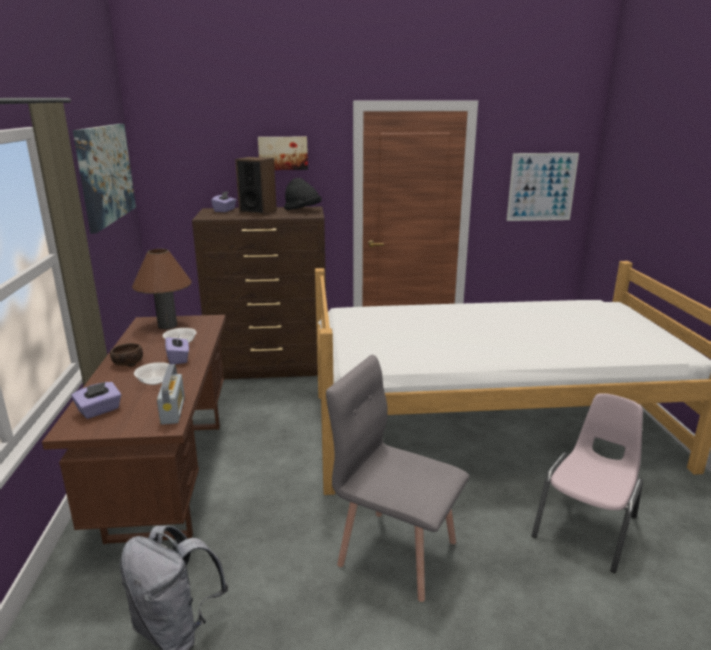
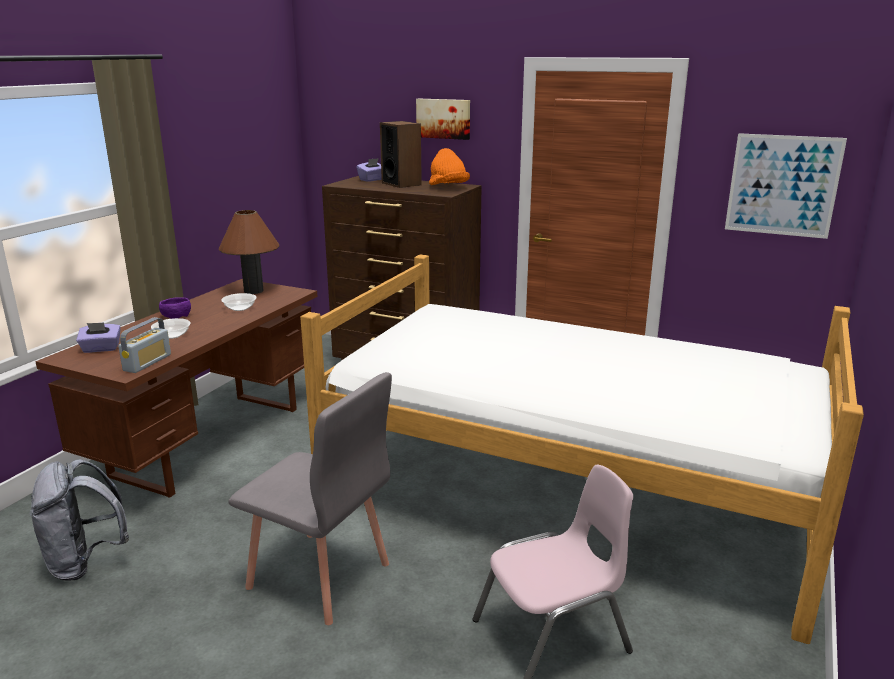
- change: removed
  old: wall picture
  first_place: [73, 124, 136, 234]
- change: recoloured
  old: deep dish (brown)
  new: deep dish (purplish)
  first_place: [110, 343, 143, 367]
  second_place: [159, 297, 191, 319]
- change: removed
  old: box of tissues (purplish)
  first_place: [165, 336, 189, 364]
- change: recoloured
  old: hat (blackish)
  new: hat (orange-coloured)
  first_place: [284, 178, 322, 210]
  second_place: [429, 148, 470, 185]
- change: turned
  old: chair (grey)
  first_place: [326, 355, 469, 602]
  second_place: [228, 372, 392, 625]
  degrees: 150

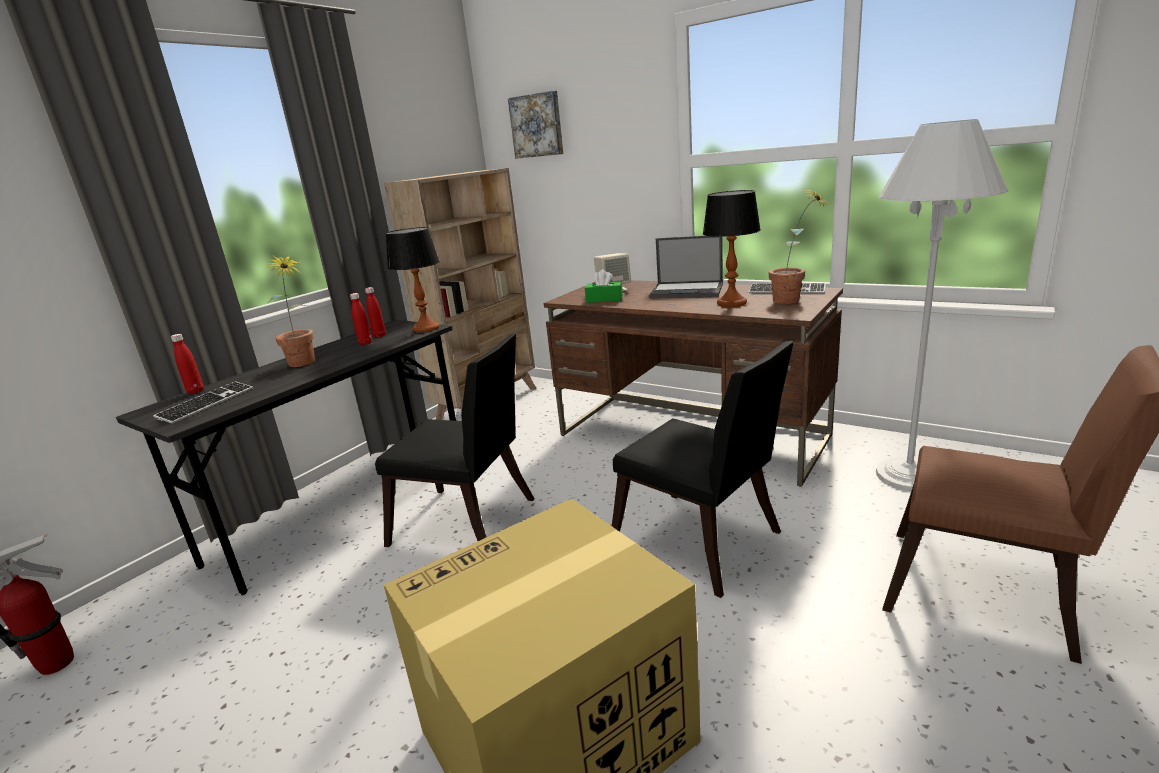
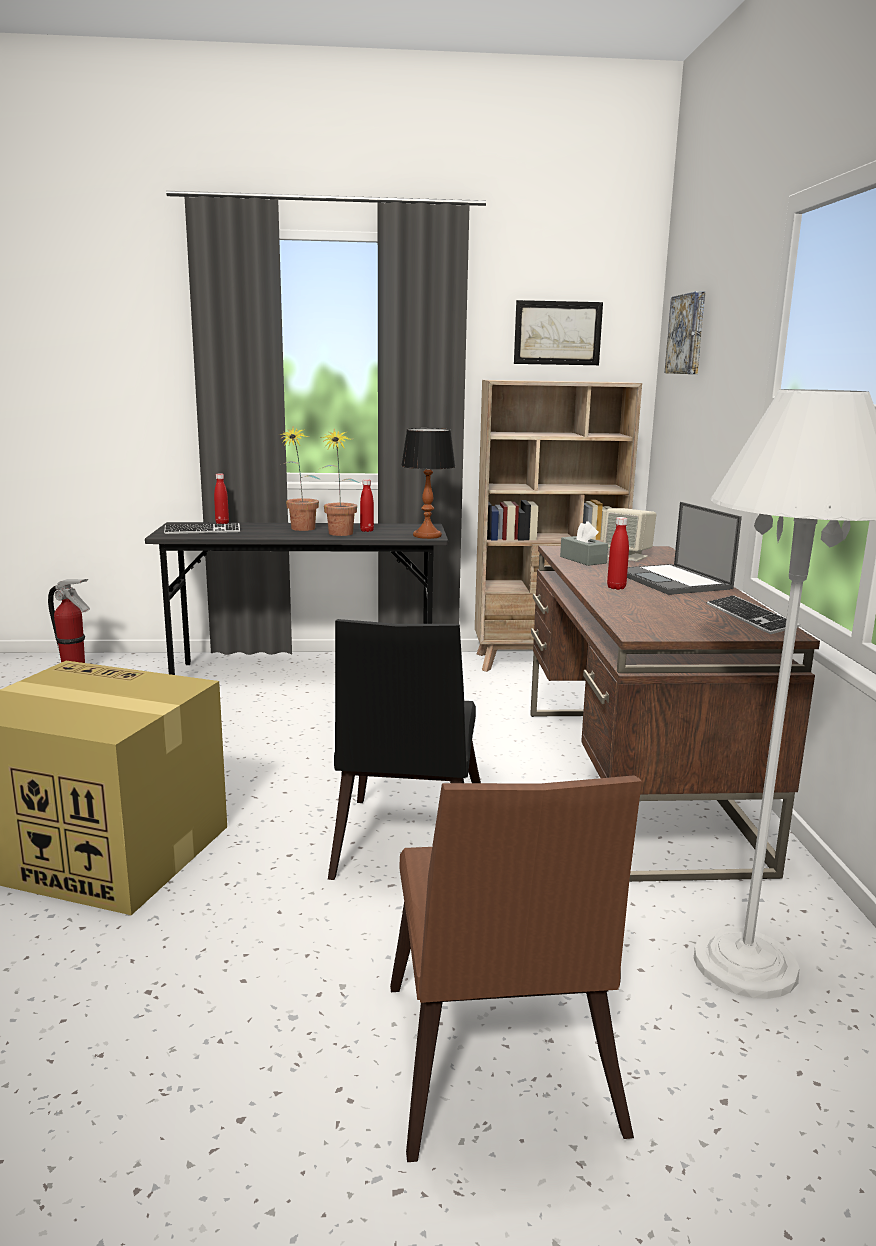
- change: moved
  old: beverage bottle (red-coloured)
  first_place: [365, 287, 386, 337]
  second_place: [607, 517, 629, 590]
- change: removed
  old: chair (blackish)
  first_place: [375, 334, 535, 547]
- change: recoloured
  old: box of tissues (green)
  new: box of tissues (grey)
  first_place: [585, 269, 623, 303]
  second_place: [560, 521, 608, 566]
- change: removed
  old: table lamp
  first_place: [703, 190, 761, 307]
- change: moved
  old: plant in a pot
  first_place: [769, 189, 828, 304]
  second_place: [321, 429, 360, 536]
- change: added
  new: wall picture
  second_place: [514, 300, 603, 365]

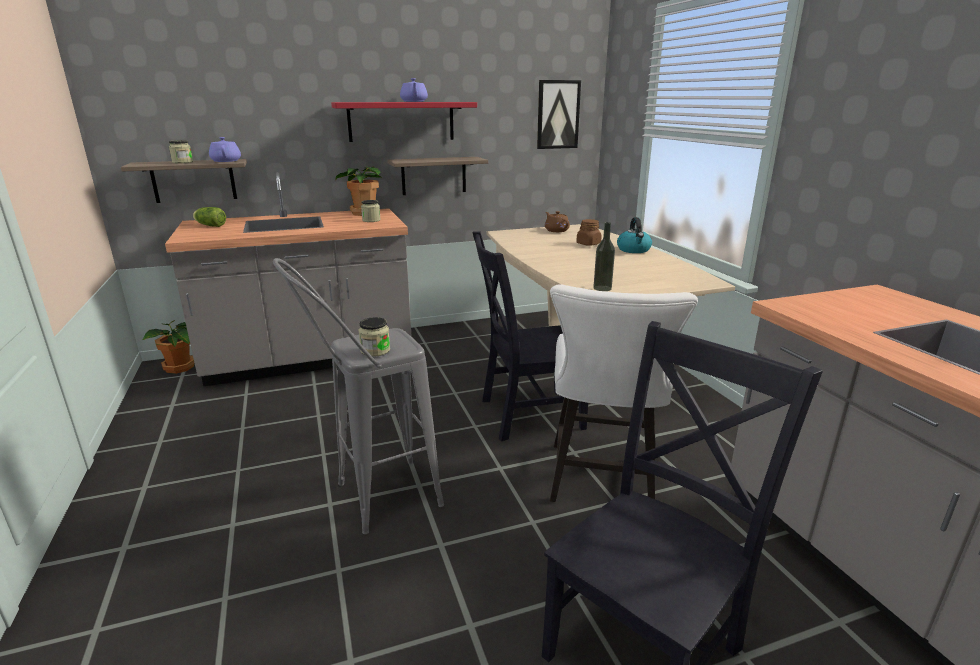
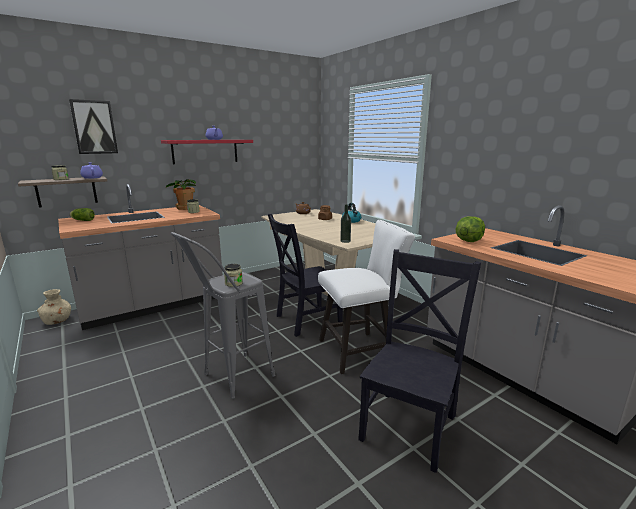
- change: replaced
  old: plant in a pot
  new: vase (beige-coloured)
  first_place: [143, 320, 195, 374]
  second_place: [37, 289, 71, 325]
- change: removed
  old: bracket shelf
  first_place: [387, 157, 488, 195]
- change: moved
  old: wall picture
  first_place: [537, 80, 581, 149]
  second_place: [69, 99, 118, 154]
- change: turned
  old: chair (white)
  first_place: [550, 284, 698, 502]
  second_place: [318, 220, 415, 374]
  degrees: -105
- change: added
  new: head of lettuce
  second_place: [456, 217, 485, 242]

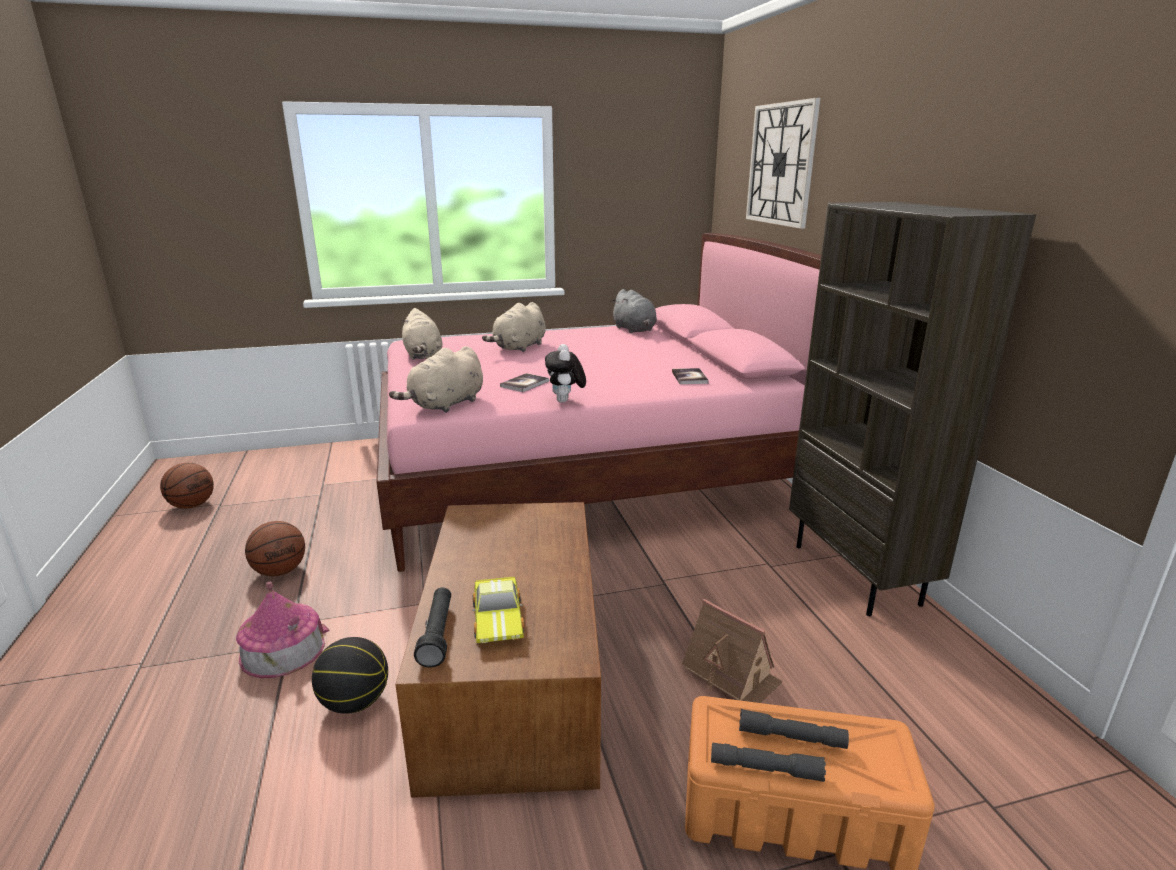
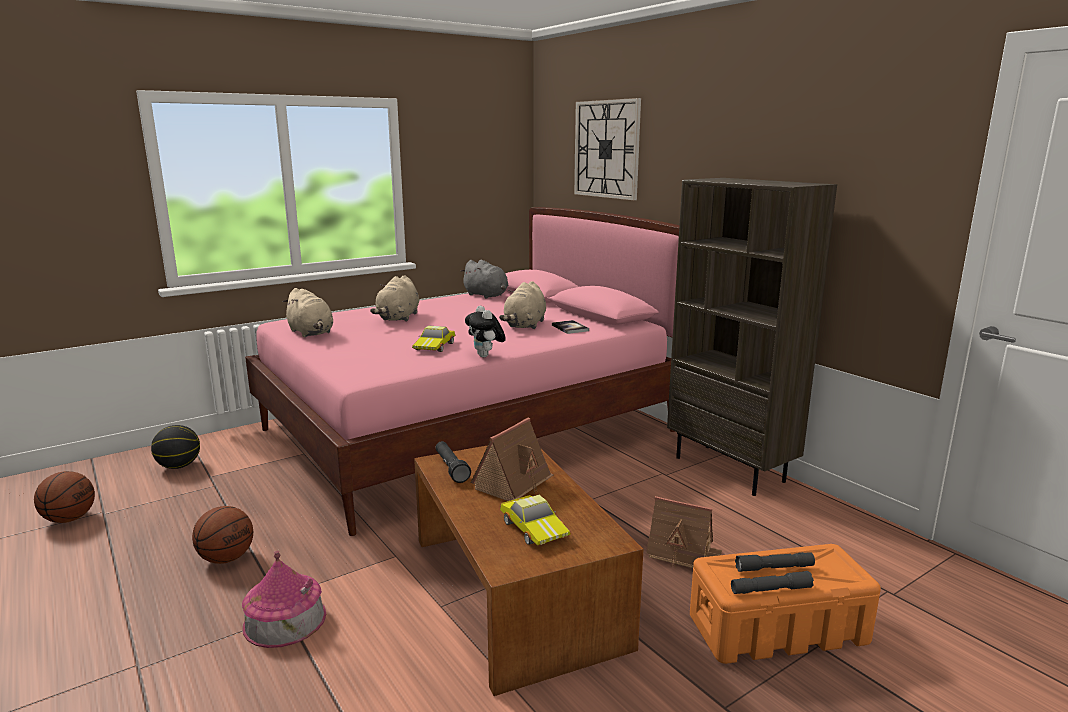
- change: moved
  old: basketball
  first_place: [312, 637, 388, 714]
  second_place: [151, 425, 200, 469]
- change: moved
  old: cuddly toy (beige-coloured)
  first_place: [389, 346, 483, 413]
  second_place: [499, 281, 546, 329]
- change: moved
  old: flashlight (blackish)
  first_place: [414, 588, 451, 668]
  second_place: [436, 441, 471, 483]
- change: replaced
  old: book
  new: model car
  first_place: [500, 373, 549, 392]
  second_place: [412, 326, 455, 352]
- change: added
  new: miniature house
  second_place: [470, 417, 554, 501]

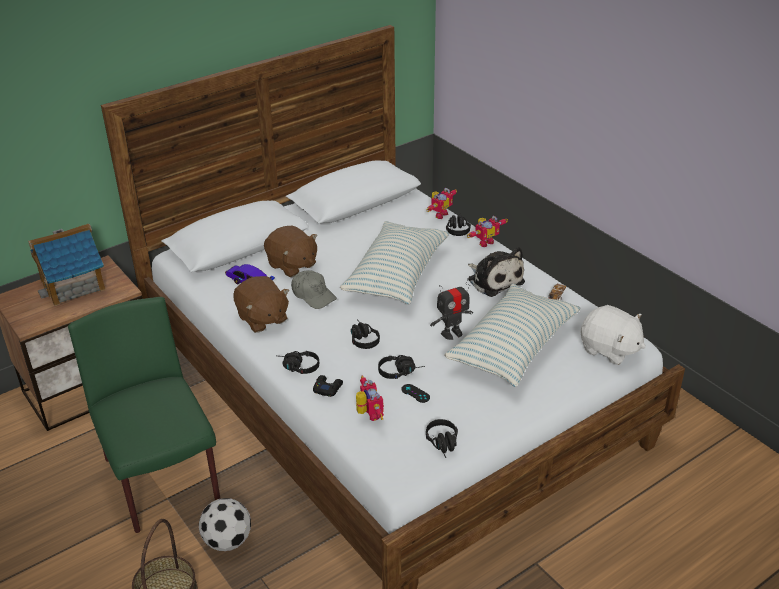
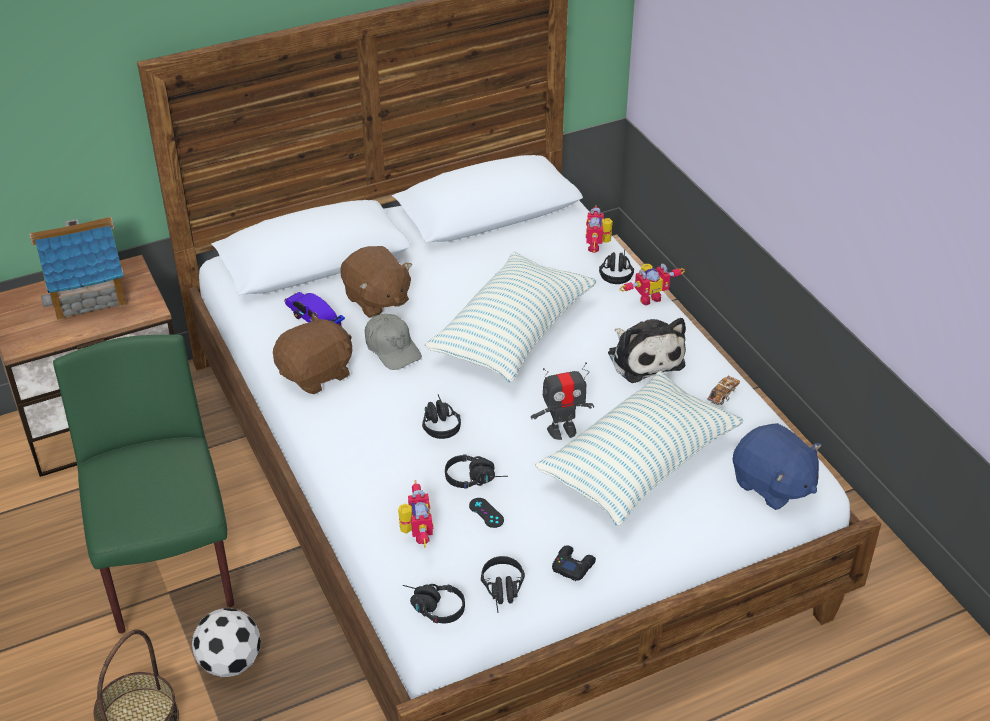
- change: turned
  old: cuddly toy (brown)
  first_place: [233, 276, 290, 333]
  second_place: [273, 313, 352, 394]
  degrees: -105
- change: moved
  old: pair of headphones (blackish)
  first_place: [280, 351, 319, 374]
  second_place: [403, 584, 465, 623]
- change: moved
  old: game controller (blackish)
  first_place: [313, 375, 343, 397]
  second_place: [552, 545, 596, 581]
- change: turned
  old: toy robot
  first_place: [427, 188, 457, 219]
  second_place: [586, 205, 613, 253]
  degrees: 135
- change: recoloured
  old: cuddly toy (white)
  new: cuddly toy (bluish)
  first_place: [581, 305, 645, 365]
  second_place: [733, 423, 821, 510]

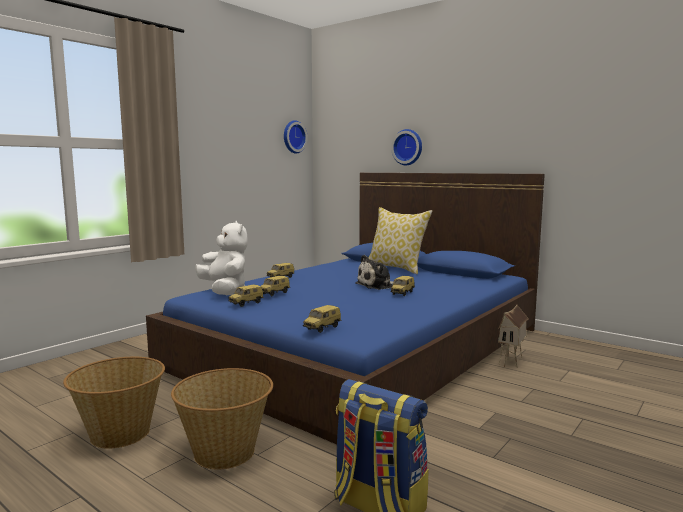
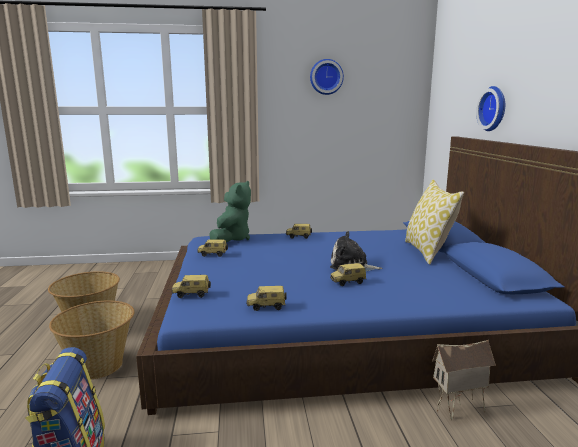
- change: recoloured
  old: cuddly toy (white)
  new: cuddly toy (green)
  first_place: [195, 221, 248, 295]
  second_place: [209, 181, 251, 243]
- change: moved
  old: model car
  first_place: [261, 276, 290, 296]
  second_place: [246, 286, 287, 311]
- change: moved
  old: hanging clock
  first_place: [284, 120, 308, 154]
  second_place: [310, 59, 344, 95]

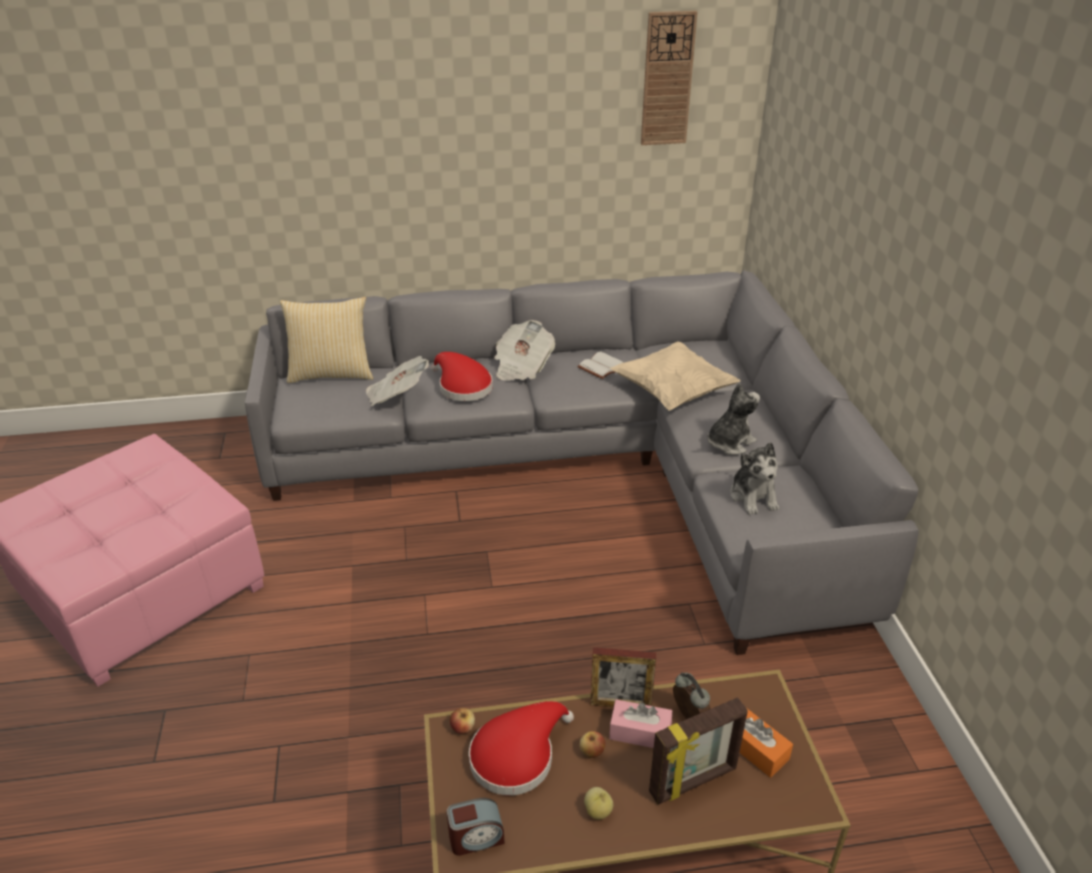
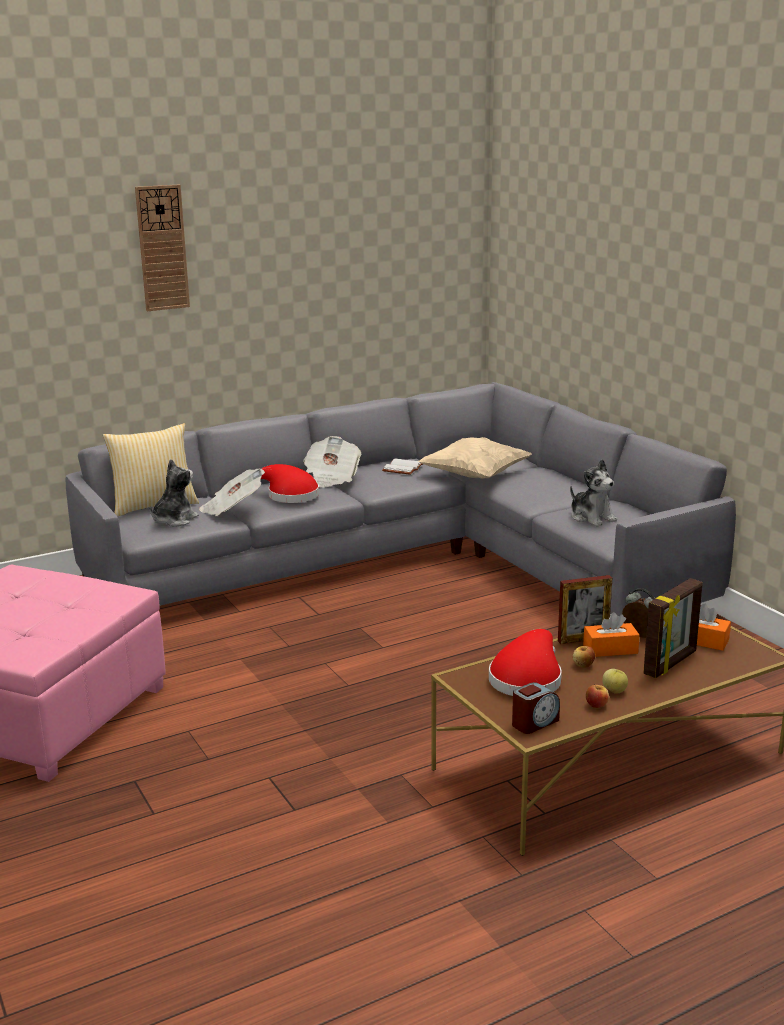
- change: moved
  old: whole apple
  first_place: [450, 708, 475, 734]
  second_place: [586, 684, 609, 708]
- change: recoloured
  old: box of tissues (pinkish)
  new: box of tissues (orange-coloured)
  first_place: [609, 699, 672, 748]
  second_place: [583, 612, 640, 657]
- change: moved
  old: hanging clock
  first_place: [641, 11, 698, 145]
  second_place: [135, 185, 190, 311]
- change: moved
  old: cuddly toy
  first_place: [707, 383, 760, 455]
  second_place: [149, 459, 199, 527]

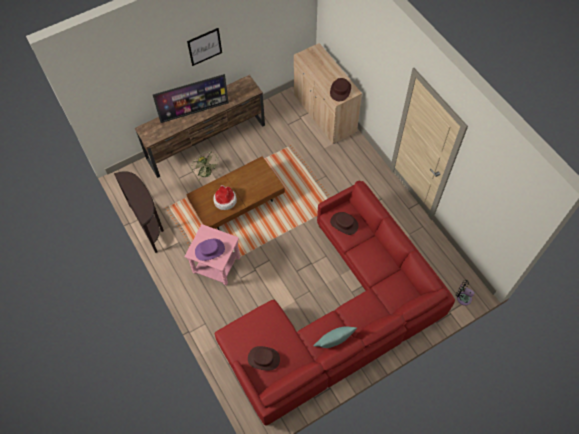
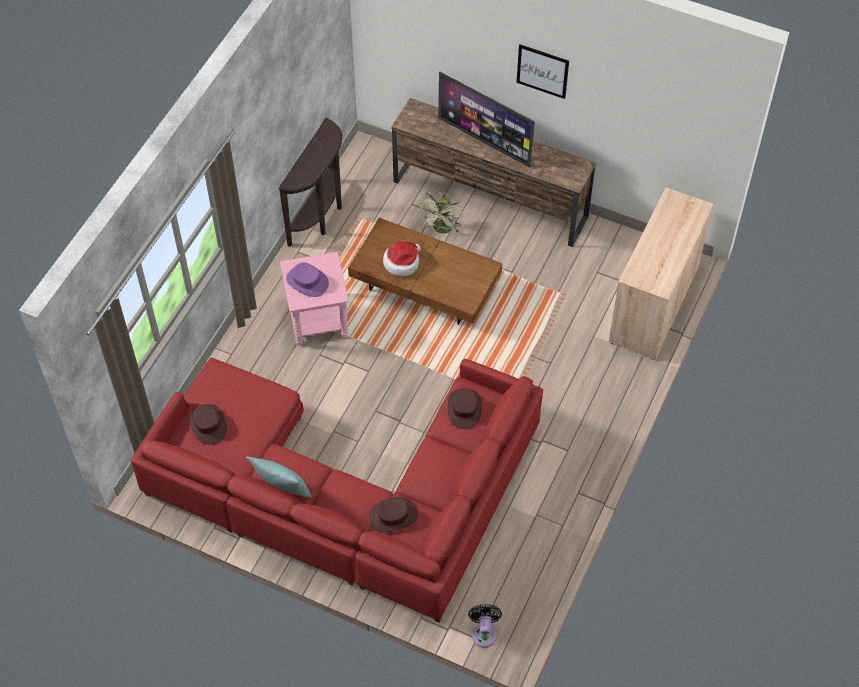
- change: moved
  old: hat (brown)
  first_place: [330, 78, 351, 101]
  second_place: [369, 497, 418, 532]

